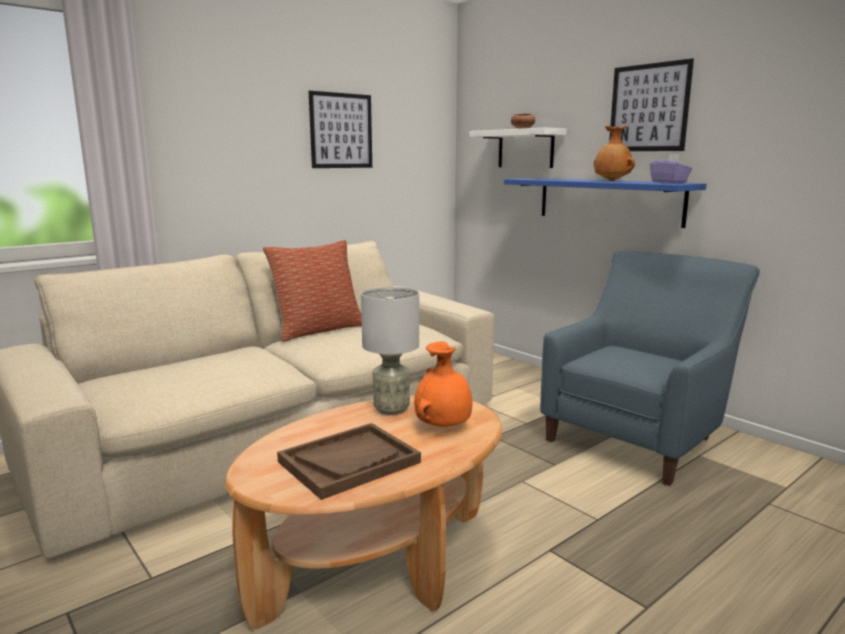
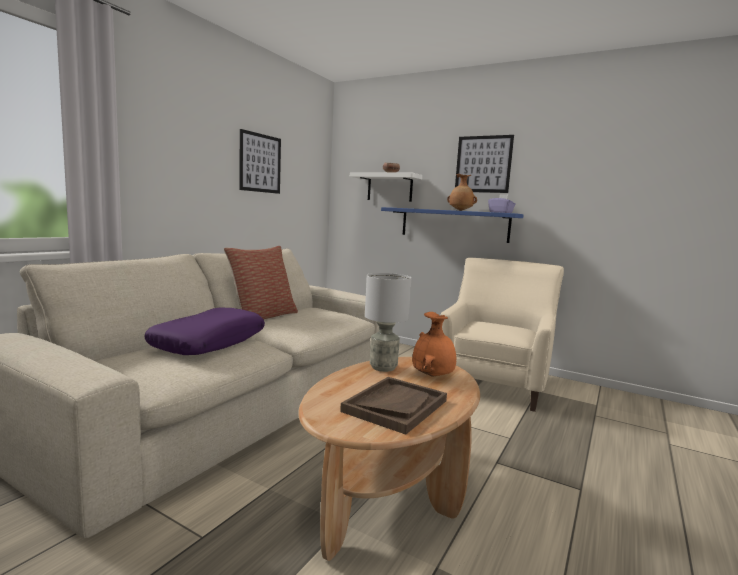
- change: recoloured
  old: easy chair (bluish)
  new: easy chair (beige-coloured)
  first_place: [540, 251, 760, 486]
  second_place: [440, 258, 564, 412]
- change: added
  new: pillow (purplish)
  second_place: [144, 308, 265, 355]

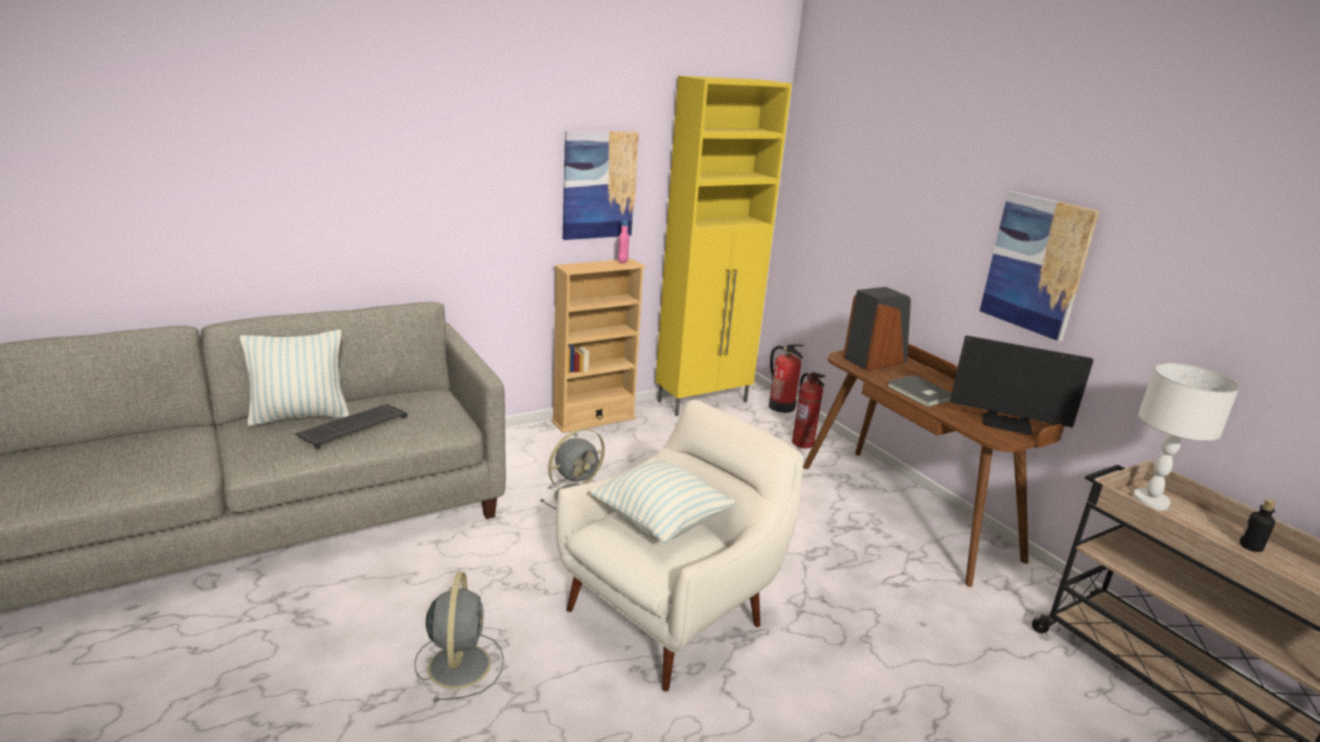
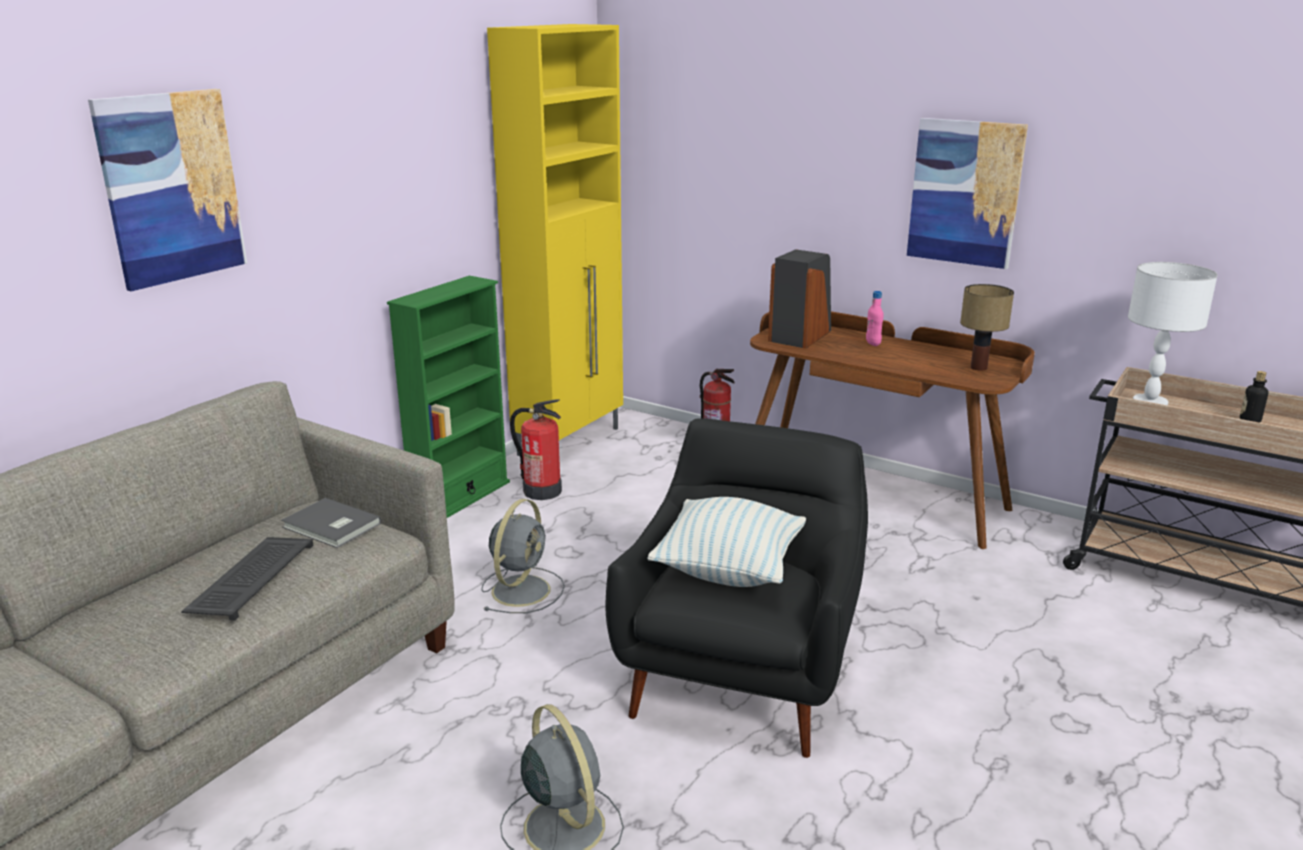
- change: removed
  old: pillow
  first_place: [240, 330, 349, 426]
- change: recoloured
  old: bookshelf (beige-coloured)
  new: bookshelf (green)
  first_place: [551, 259, 646, 433]
  second_place: [387, 276, 510, 518]
- change: recoloured
  old: easy chair (white)
  new: easy chair (blackish)
  first_place: [556, 400, 804, 692]
  second_place: [605, 418, 868, 758]
- change: moved
  old: wall picture
  first_place: [563, 131, 639, 240]
  second_place: [88, 89, 247, 291]
- change: moved
  old: beverage bottle (pinkish)
  first_place: [618, 220, 629, 263]
  second_place: [866, 291, 884, 346]
- change: moved
  old: fire-fighting cylinder
  first_place: [769, 344, 804, 413]
  second_place: [510, 399, 562, 500]
- change: moved
  old: book (grey)
  first_place: [887, 375, 952, 407]
  second_place: [281, 498, 381, 548]
- change: replaced
  old: computer display
  new: table lamp
  first_place: [950, 335, 1093, 435]
  second_place: [960, 284, 1014, 371]

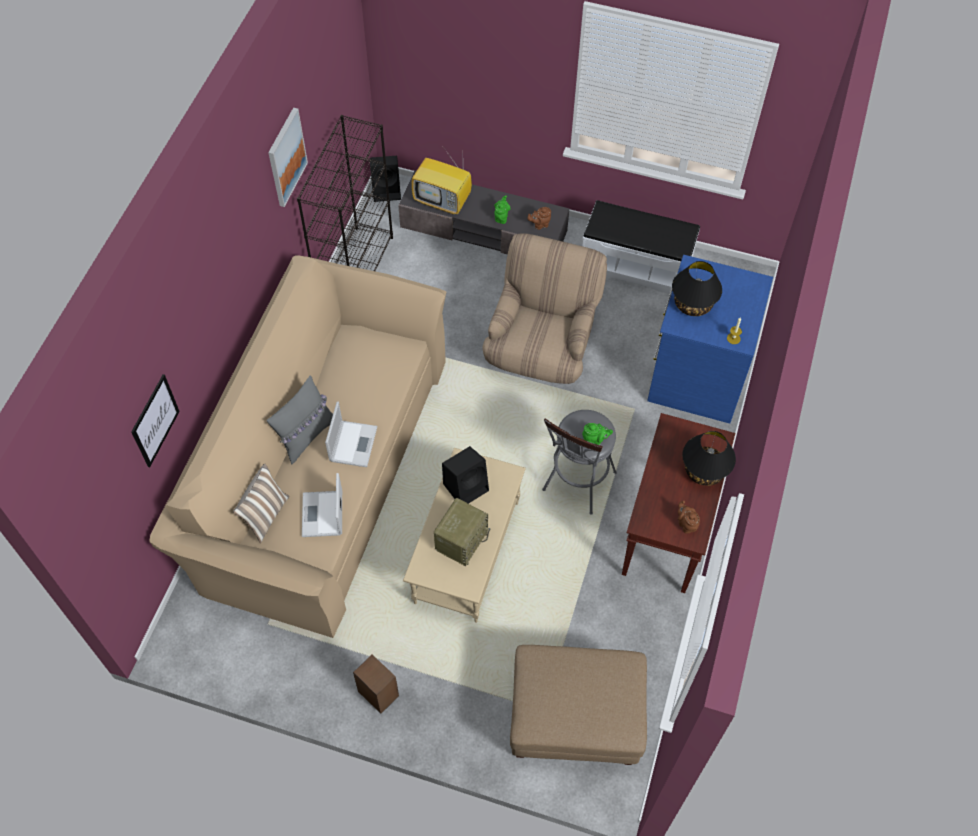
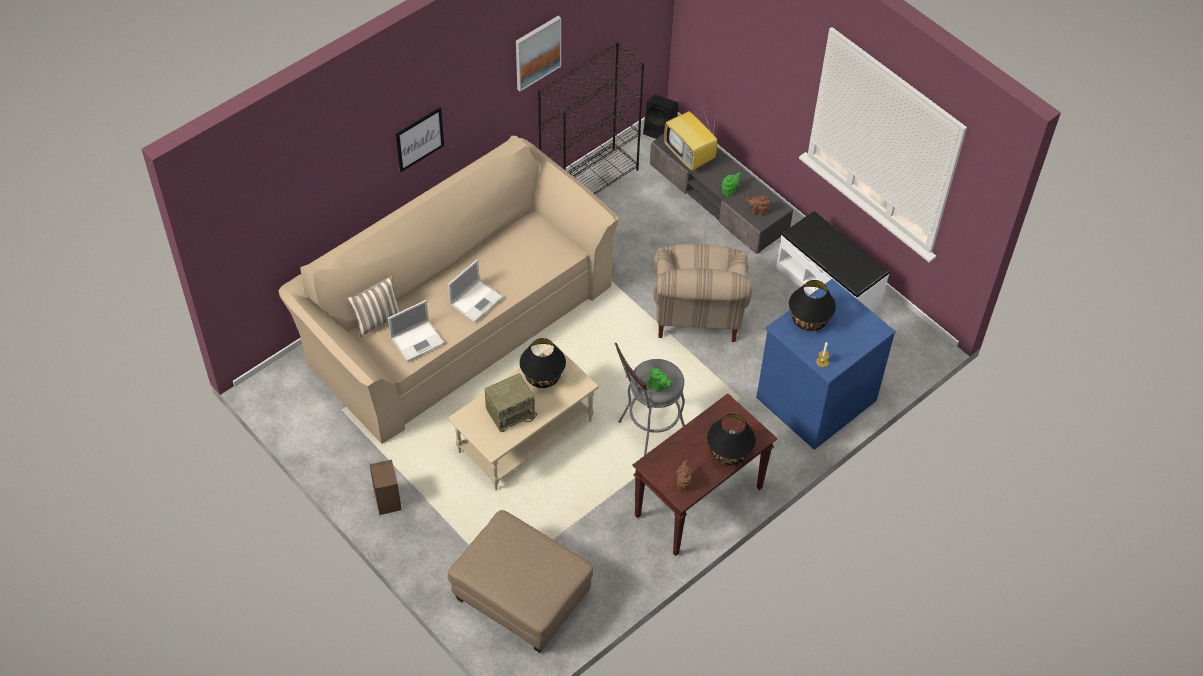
- change: moved
  old: wall picture
  first_place: [131, 374, 180, 467]
  second_place: [396, 108, 444, 172]
- change: removed
  old: pillow (grey)
  first_place: [267, 375, 333, 464]
- change: turned
  old: notebook computer
  first_place: [302, 473, 342, 537]
  second_place: [388, 300, 444, 361]
  degrees: -150
- change: replaced
  old: audio speaker (blackish)
  new: table lamp (blackish)
  first_place: [442, 446, 489, 504]
  second_place: [520, 338, 566, 388]
- change: turned
  old: easy chair (beige-coloured)
  first_place: [482, 233, 607, 384]
  second_place: [653, 244, 752, 342]
  degrees: 135

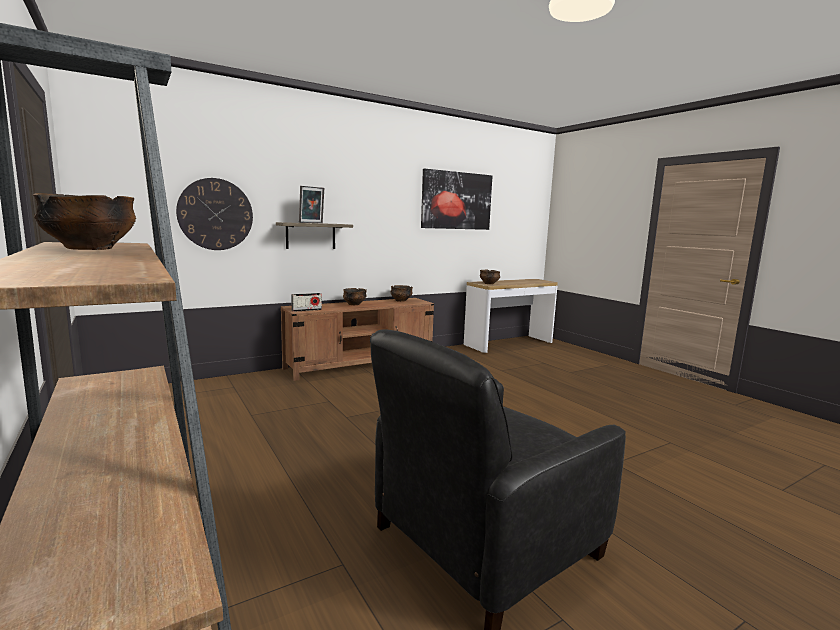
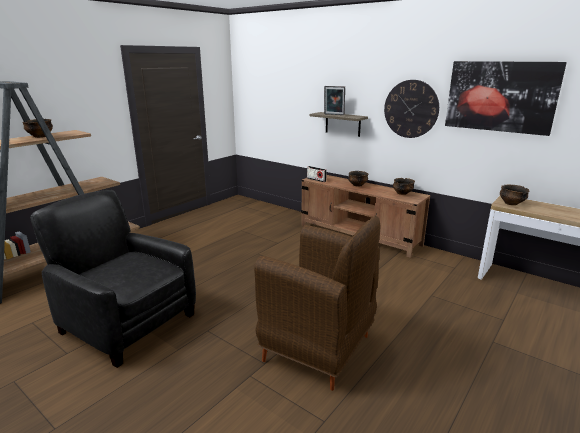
- change: moved
  old: hanging clock
  first_place: [176, 178, 253, 250]
  second_place: [384, 80, 439, 138]
- change: added
  new: easy chair (brown)
  second_place: [254, 216, 380, 391]

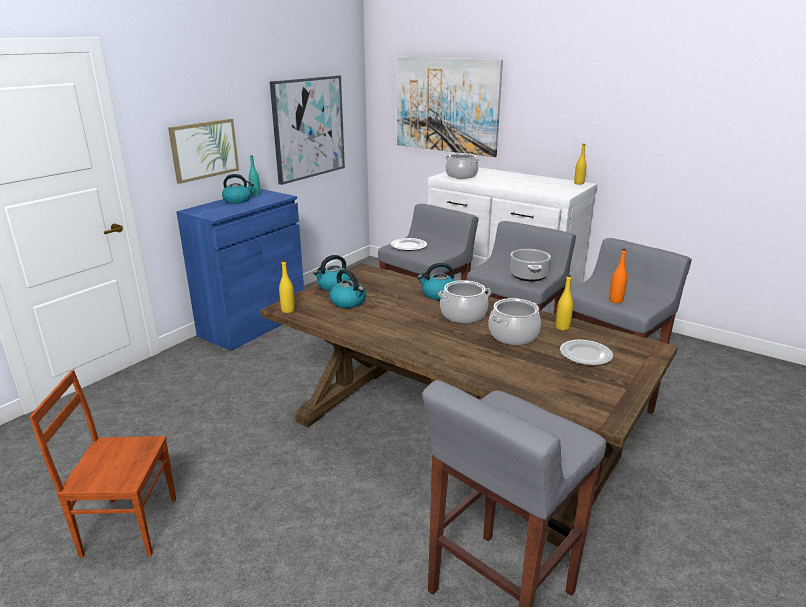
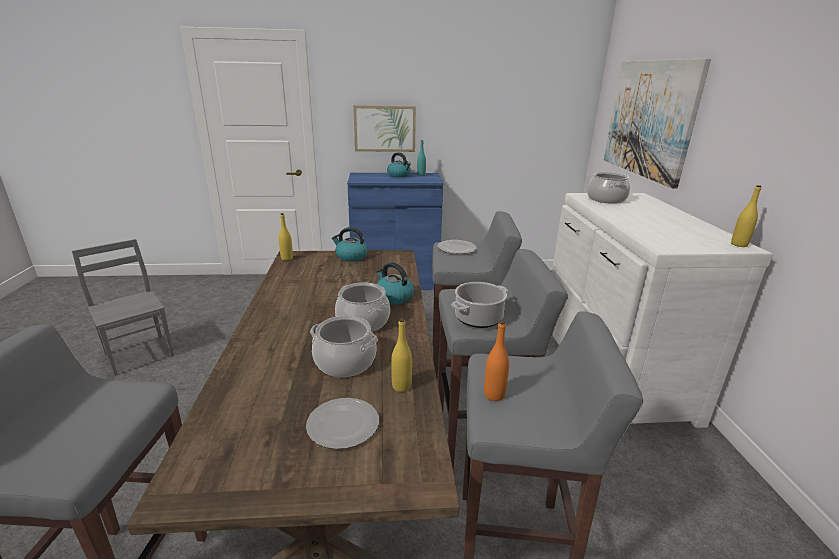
- change: recoloured
  old: chair (brown)
  new: chair (grey)
  first_place: [29, 370, 176, 558]
  second_place: [72, 239, 174, 376]
- change: removed
  old: wall picture
  first_place: [270, 75, 345, 185]
- change: removed
  old: kettle
  first_place: [330, 269, 366, 308]

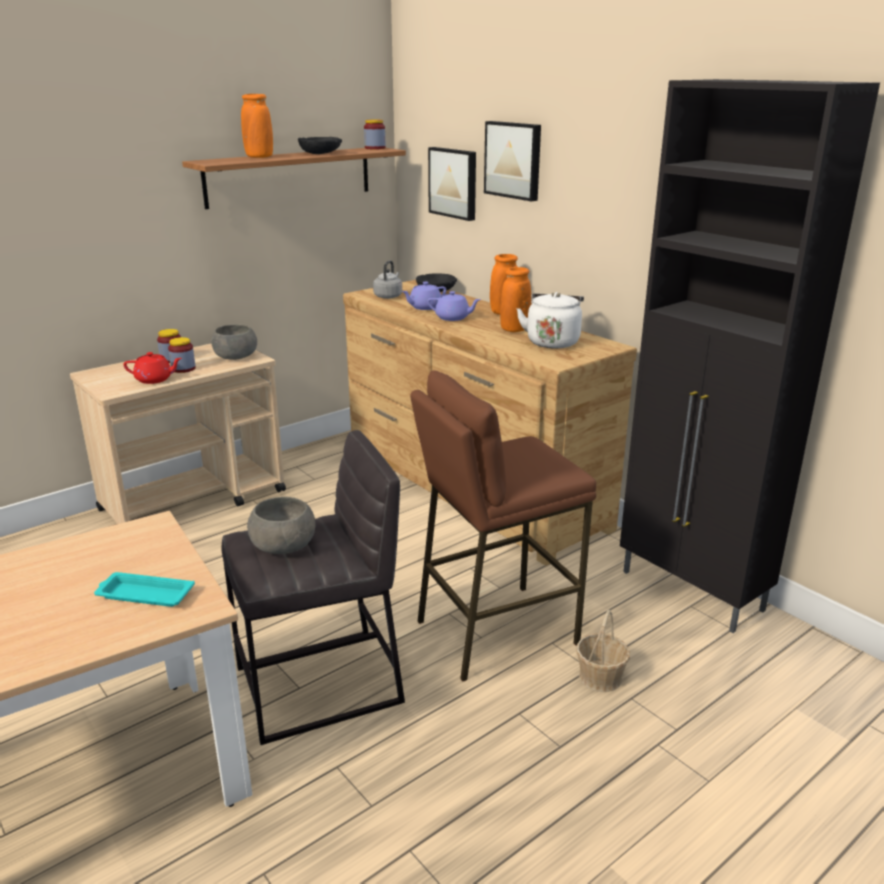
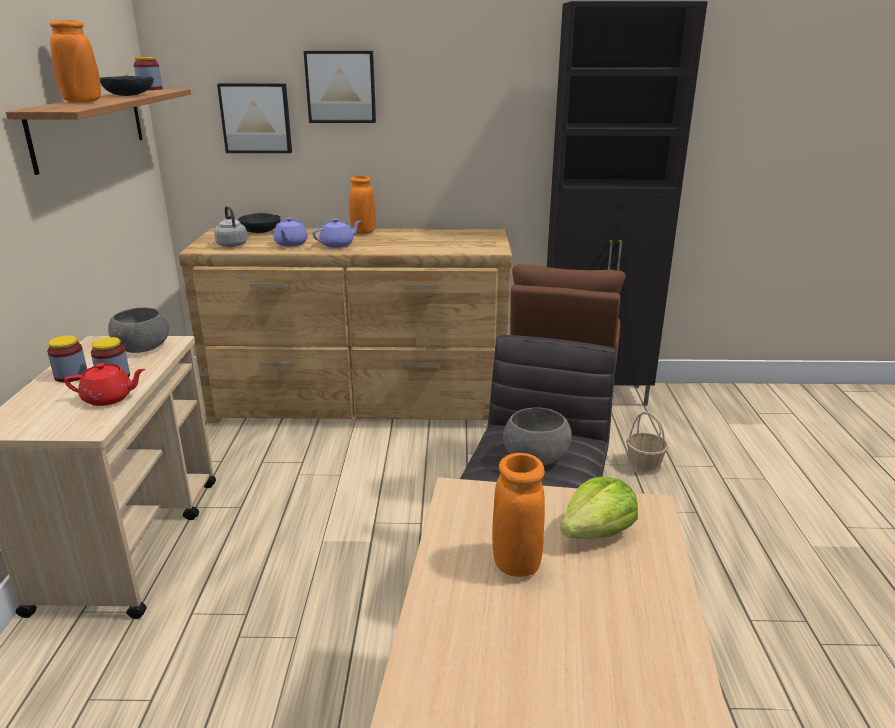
- change: replaced
  old: serving tray (turquoise)
  new: head of lettuce
  first_place: [94, 572, 195, 607]
  second_place: [560, 477, 638, 539]
- change: turned
  old: teapot (red-coloured)
  first_place: [123, 352, 182, 384]
  second_place: [64, 363, 145, 406]
  degrees: 45
- change: moved
  old: vase (orange-coloured)
  first_place: [500, 267, 531, 332]
  second_place: [492, 453, 545, 577]
- change: removed
  old: kettle (white)
  first_place: [516, 292, 584, 349]

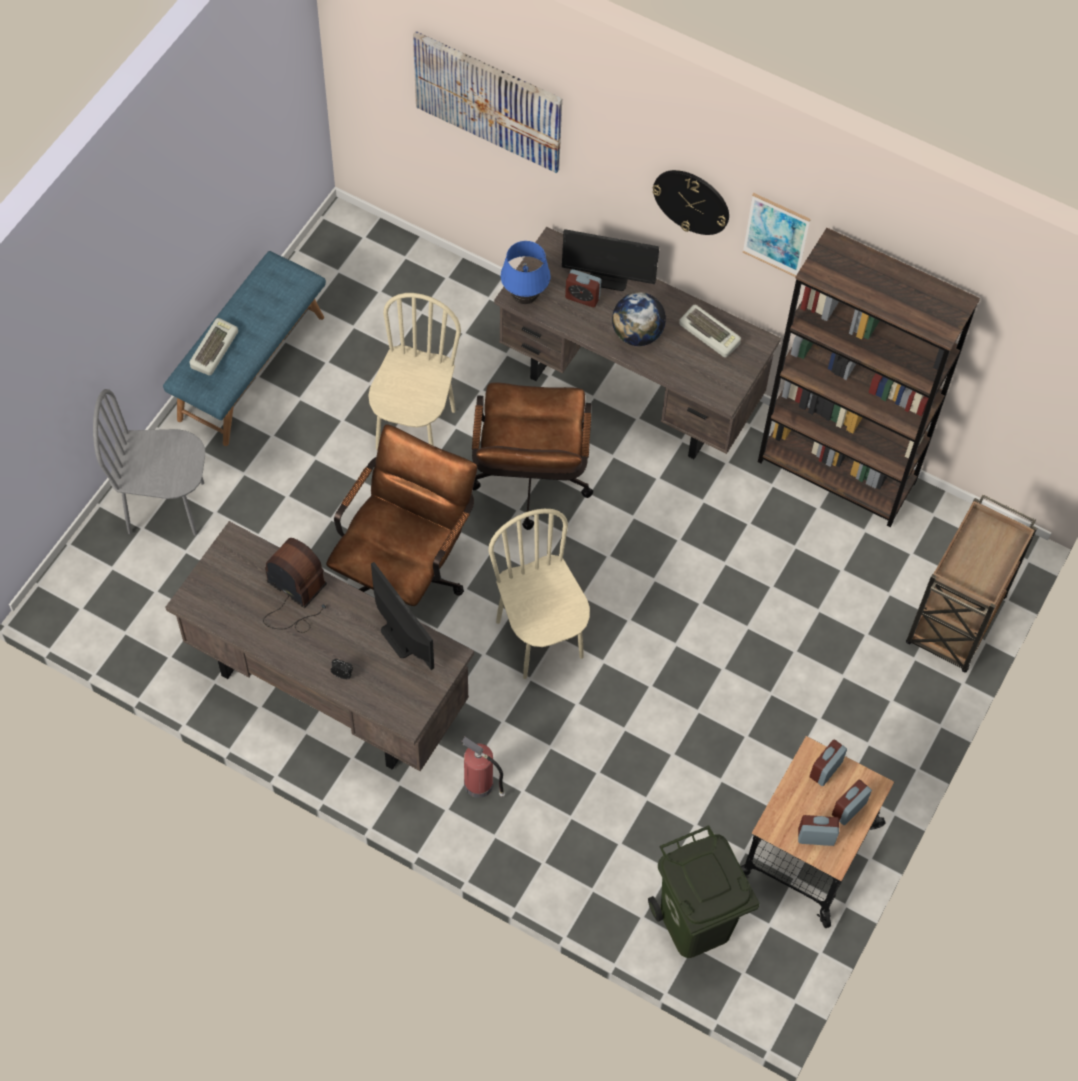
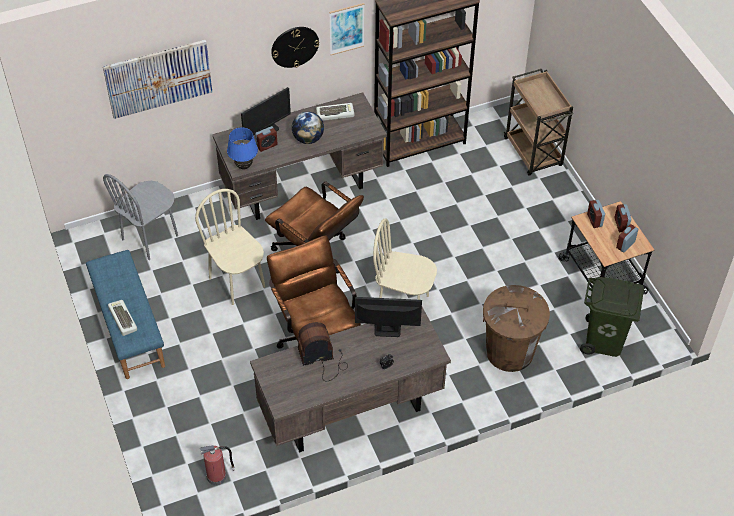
- change: moved
  old: chair (grey)
  first_place: [93, 389, 205, 536]
  second_place: [103, 174, 178, 260]
- change: moved
  old: fire-fighting cylinder
  first_place: [462, 736, 505, 798]
  second_place: [199, 445, 235, 485]
- change: added
  new: rubbish bin (brown)
  second_place: [483, 285, 550, 372]

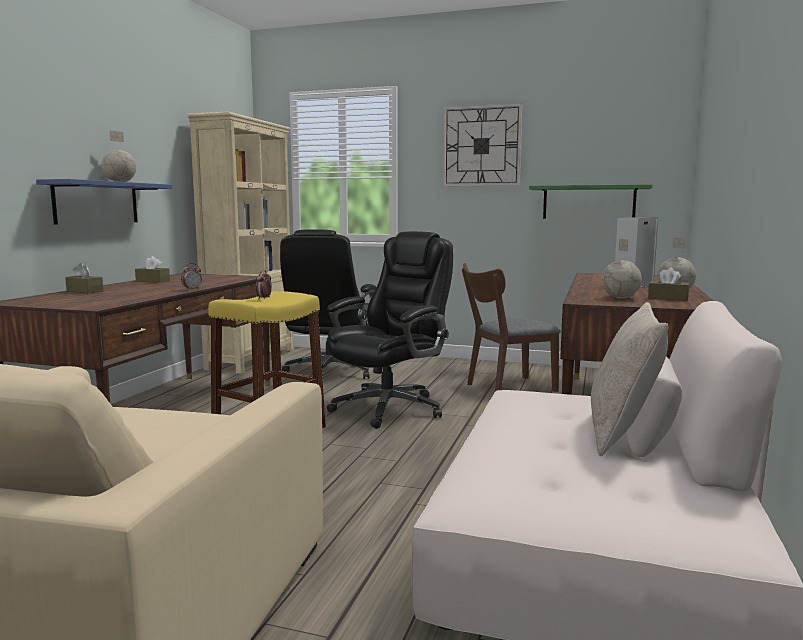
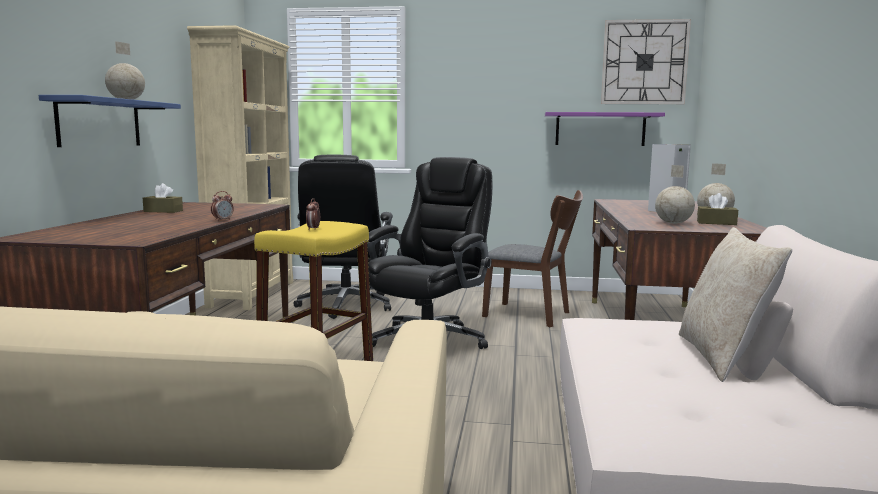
- change: removed
  old: box of tissues (brown)
  first_place: [65, 263, 103, 293]
- change: moved
  old: hanging clock
  first_place: [443, 103, 522, 187]
  second_place: [601, 19, 691, 104]
- change: turned
  old: chair (brown)
  first_place: [462, 263, 561, 392]
  second_place: [482, 190, 583, 327]
  degrees: -120
- change: recoloured
  old: bracket shelf (green)
  new: bracket shelf (purplish)
  first_place: [529, 184, 652, 219]
  second_place: [545, 112, 665, 146]

